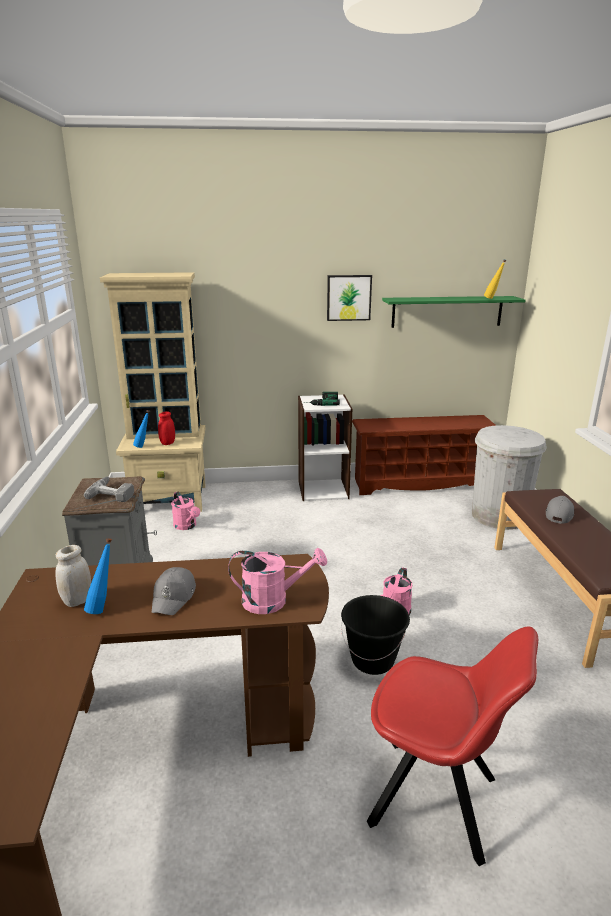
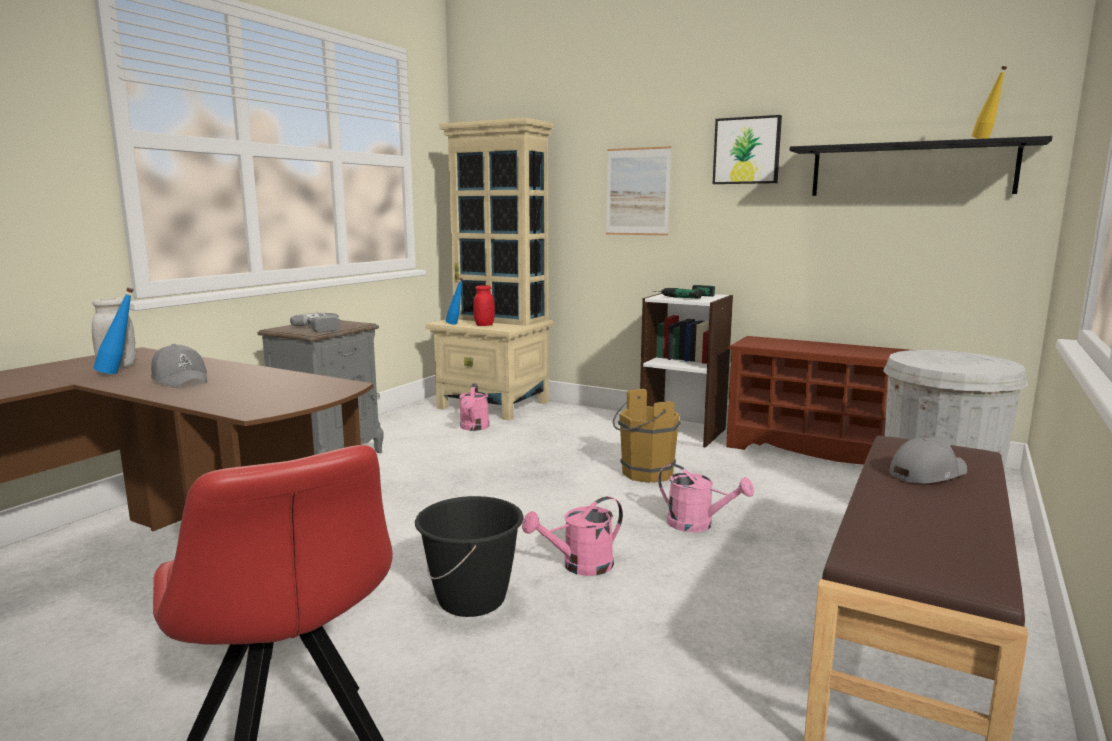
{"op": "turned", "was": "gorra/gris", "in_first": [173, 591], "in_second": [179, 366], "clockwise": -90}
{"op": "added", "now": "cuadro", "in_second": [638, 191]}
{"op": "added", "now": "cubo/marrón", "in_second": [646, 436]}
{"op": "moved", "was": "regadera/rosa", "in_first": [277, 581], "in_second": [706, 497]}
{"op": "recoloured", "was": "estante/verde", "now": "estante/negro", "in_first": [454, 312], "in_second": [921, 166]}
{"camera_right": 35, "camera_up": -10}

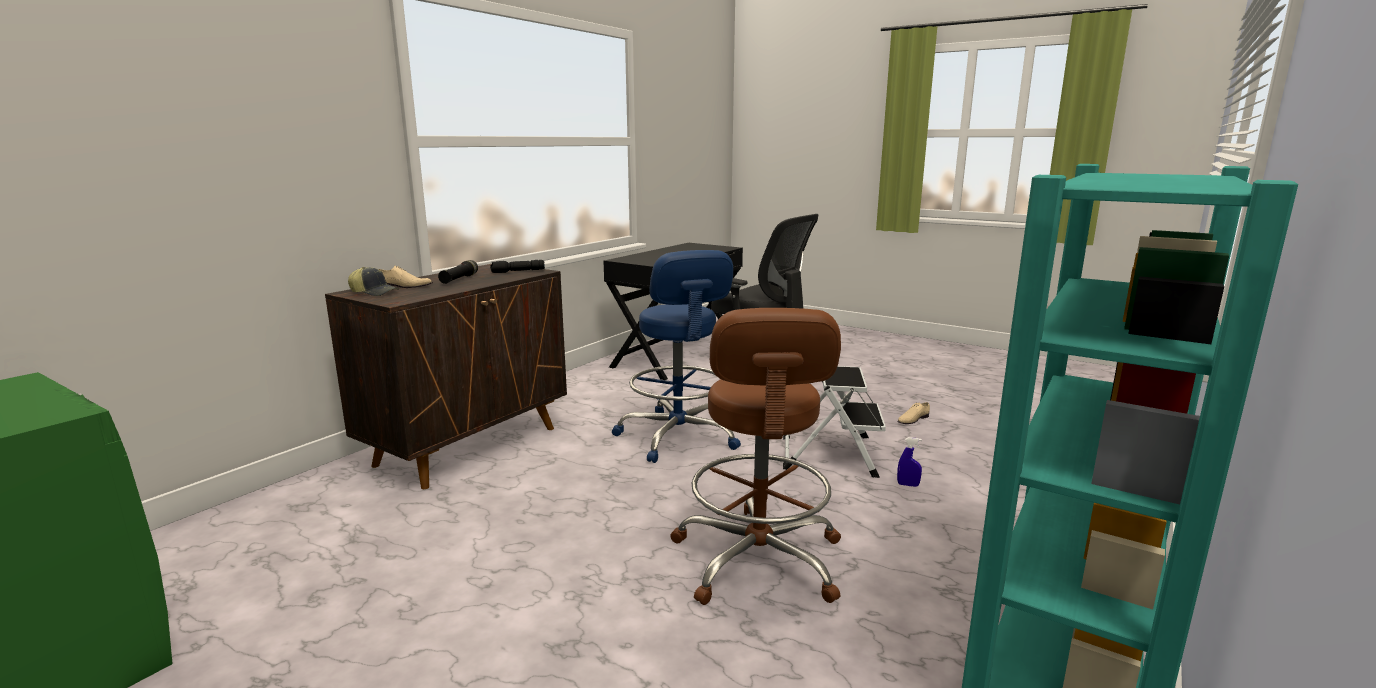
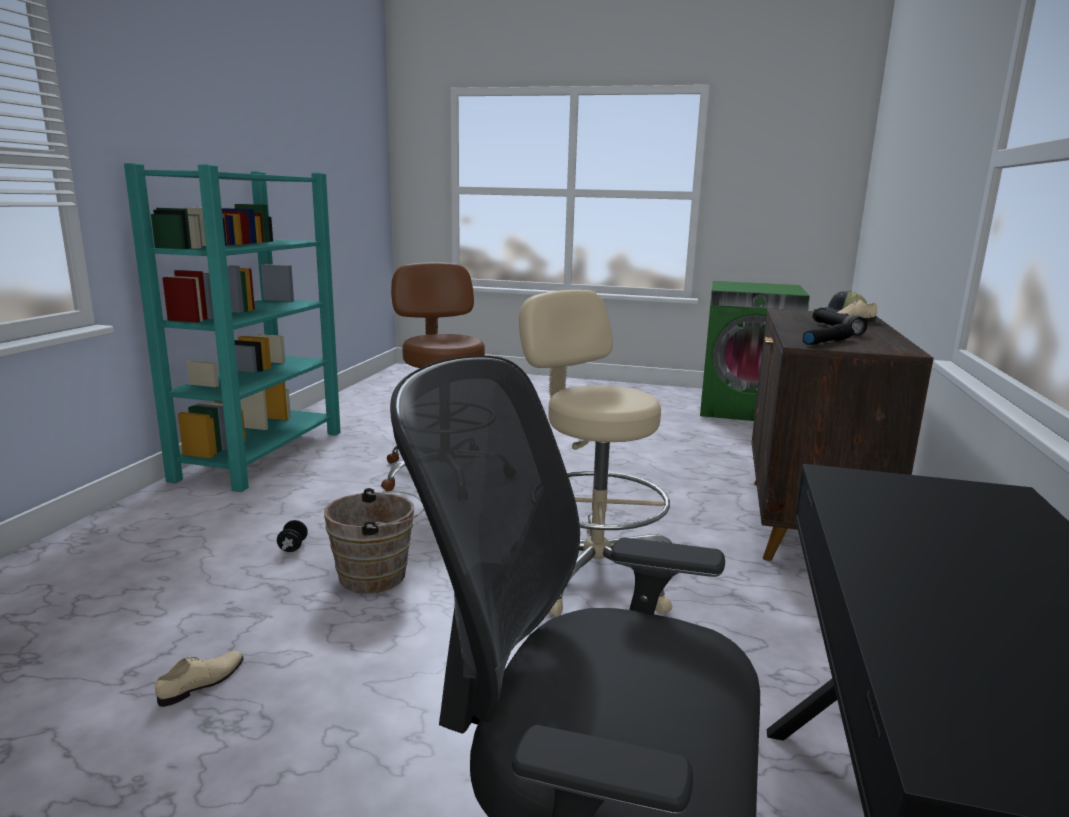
{"op": "replaced", "was": "pulverizador/azul", "now": "mancuerna/negro", "in_first": [909, 462], "in_second": [292, 536]}
{"op": "replaced", "was": "escalera de tijera", "now": "cubo/marrón", "in_first": [834, 422], "in_second": [374, 541]}
{"op": "recoloured", "was": "taburete/azul", "now": "taburete/beis", "in_first": [676, 356], "in_second": [595, 453]}
{"camera_right": 160, "camera_up": 0}

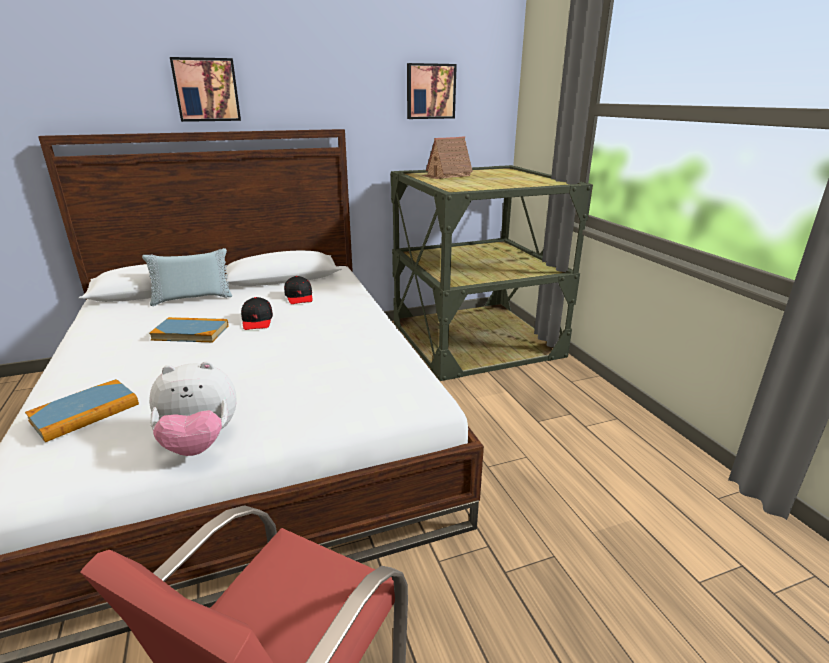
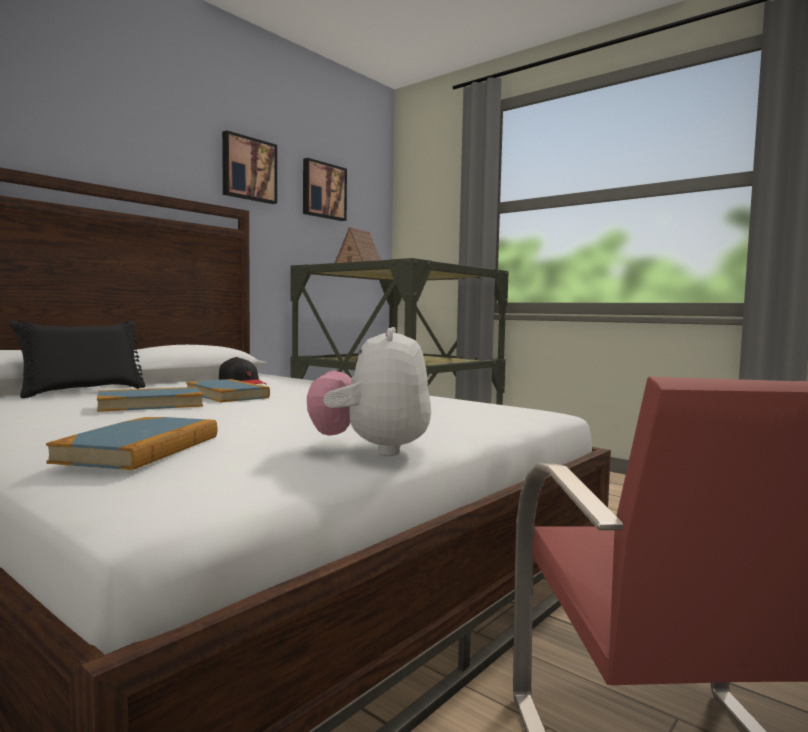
{"op": "recoloured", "was": "cojín/azul", "now": "cojín/negro", "in_first": [187, 277], "in_second": [77, 359]}
{"op": "replaced", "was": "gorra/negro", "now": "libro", "in_first": [257, 313], "in_second": [228, 390]}
{"op": "moved", "was": "cuadro", "in_first": [205, 89], "in_second": [249, 167]}
{"op": "turned", "was": "peluche", "in_first": [193, 408], "in_second": [369, 391], "clockwise": 135}
{"camera_right": -30, "camera_up": -20}

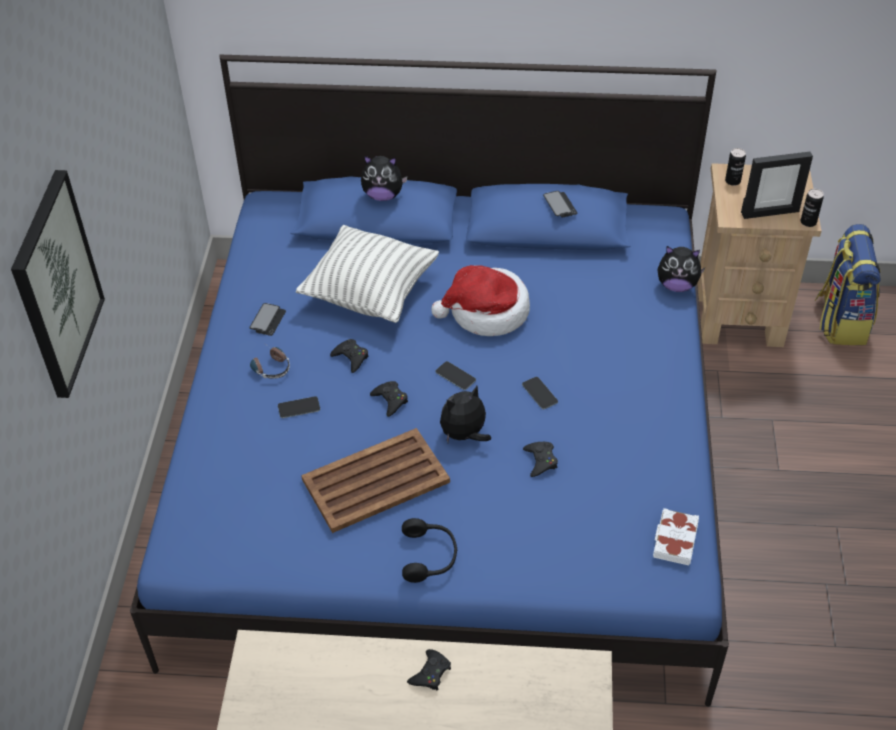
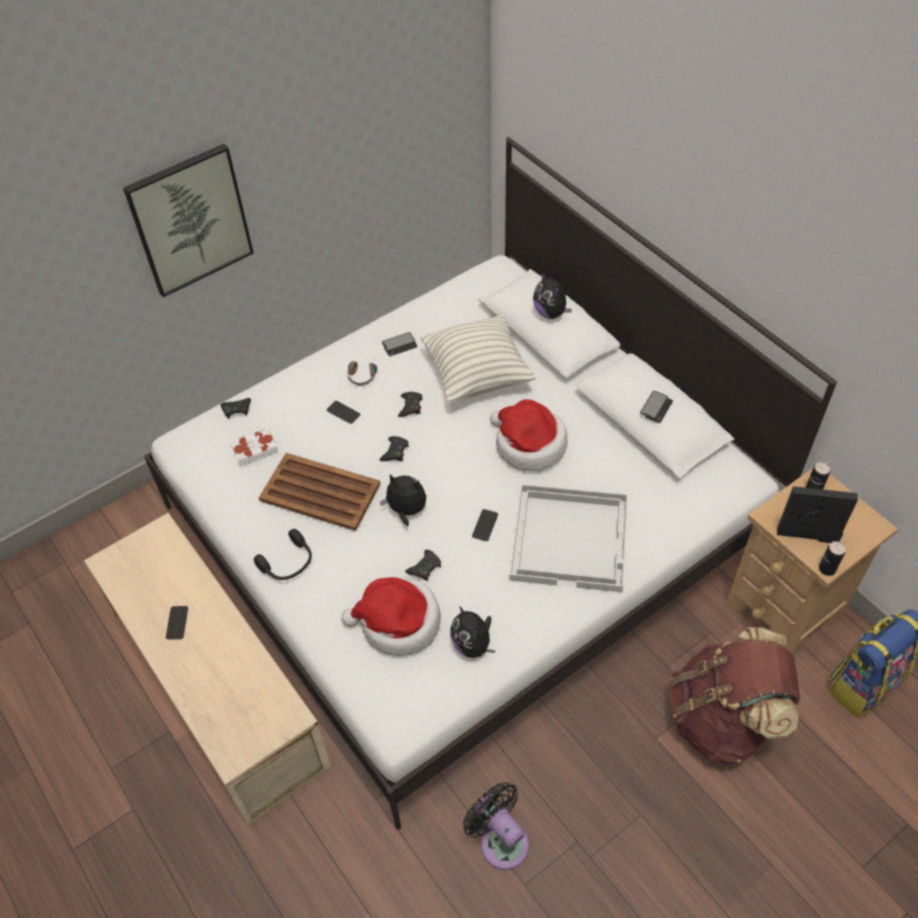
{"op": "recoloured", "was": "cama/azul", "now": "cama/blanco", "in_first": [429, 381], "in_second": [490, 483]}
{"op": "moved", "was": "móvil", "in_first": [456, 375], "in_second": [177, 623]}
{"op": "moved", "was": "mando de consola/negro", "in_first": [429, 670], "in_second": [236, 408]}
{"op": "moved", "was": "libro/blanco", "in_first": [676, 537], "in_second": [254, 447]}
{"op": "added", "now": "sombrero", "in_second": [391, 616]}
{"op": "moved", "was": "peluche", "in_first": [681, 269], "in_second": [472, 632]}
{"op": "added", "now": "ventilador/negro", "in_second": [496, 826]}
{"op": "added", "now": "bandeja/blanco", "in_second": [568, 538]}
{"op": "added", "now": "mochila/marrón", "in_second": [735, 695]}
{"op": "turned", "was": "portarretratos", "in_first": [777, 185], "in_second": [817, 514], "clockwise": 150}
{"camera_right": 50, "camera_up": 5}

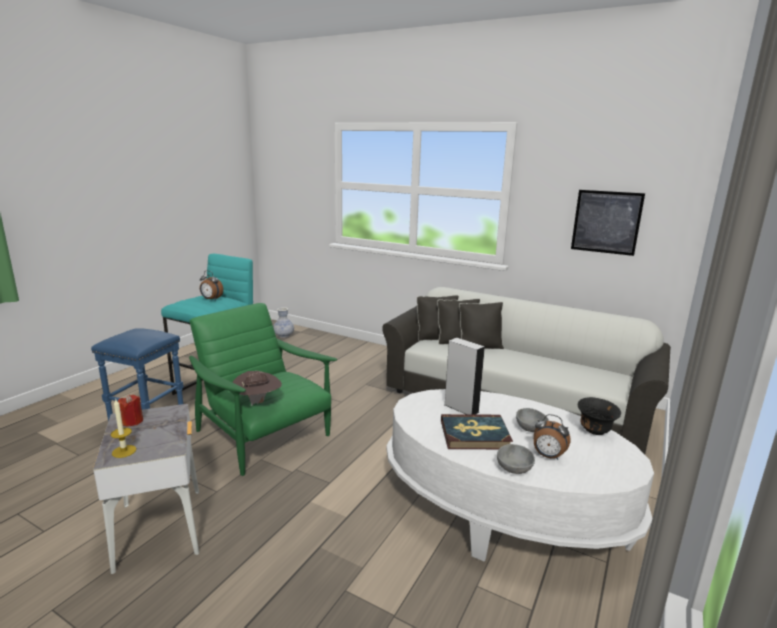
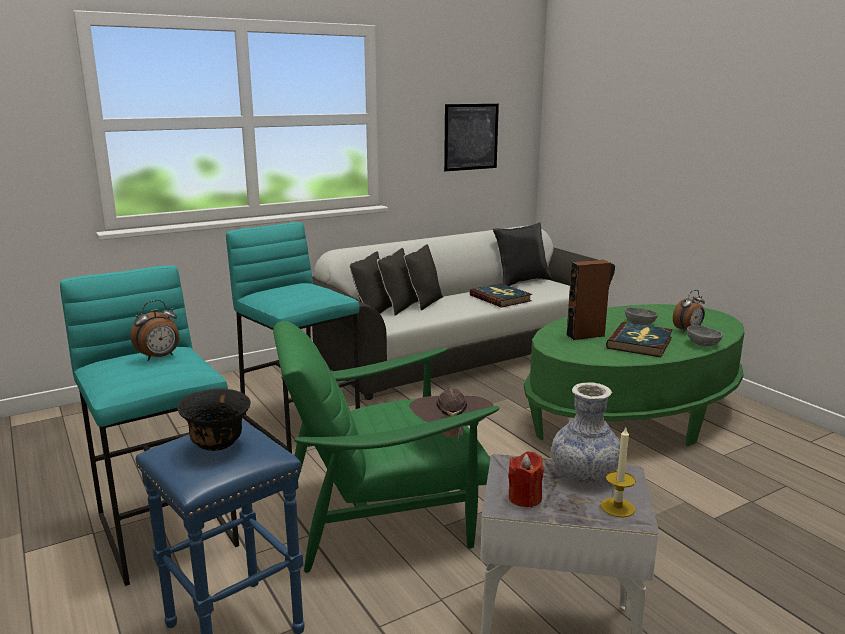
{"op": "moved", "was": "cuenco/negro", "in_first": [599, 416], "in_second": [214, 419]}
{"op": "added", "now": "taburete/turquesa", "in_second": [293, 338]}
{"op": "added", "now": "libro", "in_second": [500, 295]}
{"op": "added", "now": "cojín/negro", "in_second": [522, 254]}
{"op": "recoloured", "was": "mesa de centro/blanco", "now": "mesa de centro/verde", "in_first": [520, 475], "in_second": [634, 375]}
{"op": "moved", "was": "florero", "in_first": [283, 322], "in_second": [586, 433]}
{"op": "recoloured", "was": "altavoz/gris", "now": "altavoz/marrón", "in_first": [465, 376], "in_second": [588, 300]}
{"camera_right": -60, "camera_up": 0}

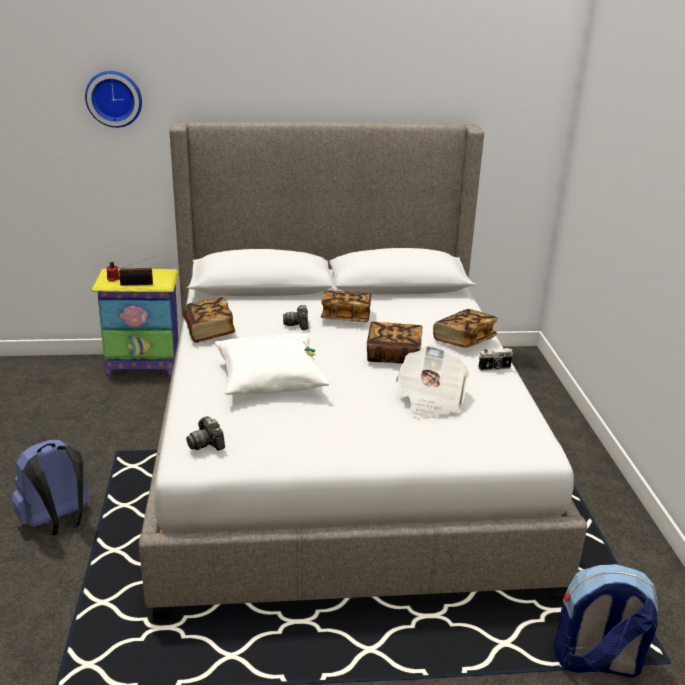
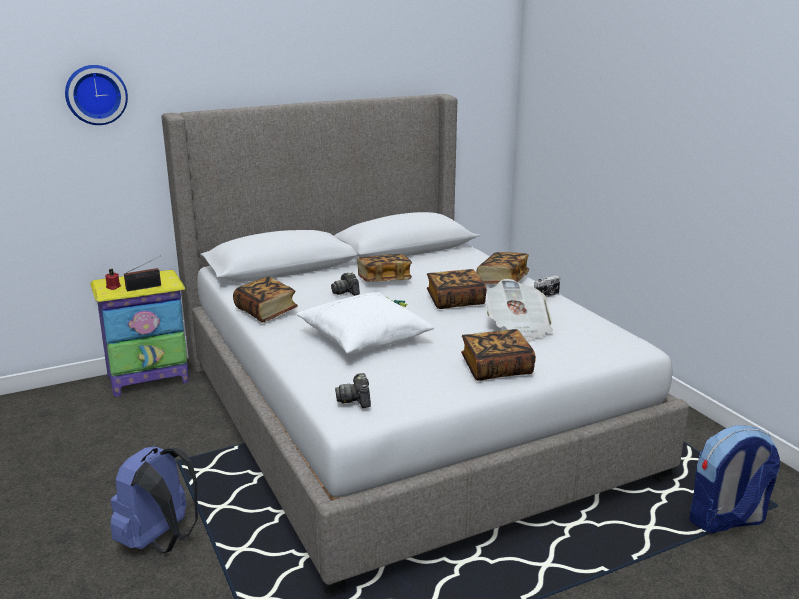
{"op": "turned", "was": "cámara", "in_first": [205, 433], "in_second": [353, 390], "clockwise": 45}
{"op": "added", "now": "libro", "in_second": [498, 355]}
{"camera_right": -20, "camera_up": -5}

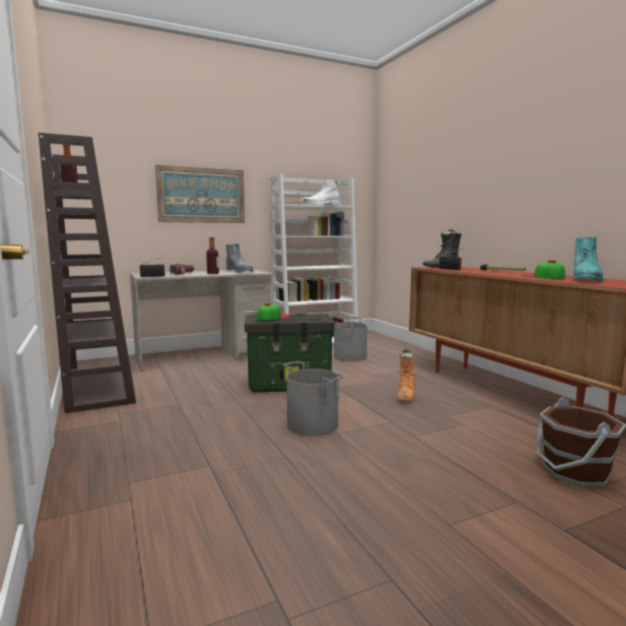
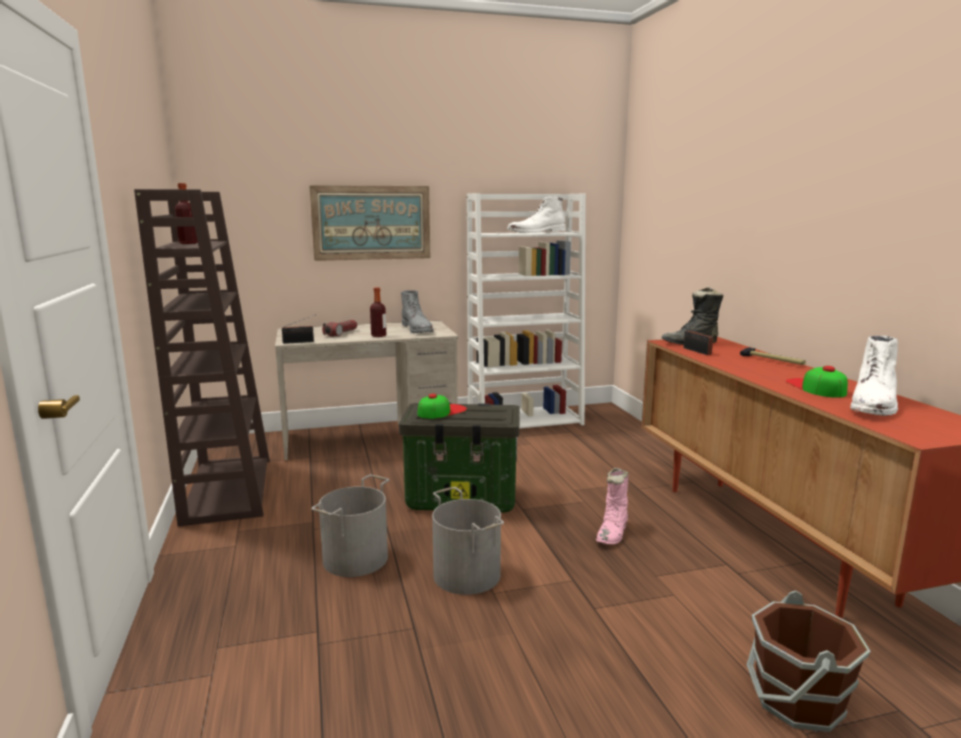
{"op": "moved", "was": "cubo/gris", "in_first": [350, 339], "in_second": [350, 526]}
{"op": "recoloured", "was": "bota/naranja", "now": "bota/rosa", "in_first": [406, 375], "in_second": [612, 506]}
{"op": "recoloured", "was": "bota/turquesa", "now": "bota/blanco", "in_first": [588, 259], "in_second": [874, 376]}
{"camera_right": 10, "camera_up": 5}

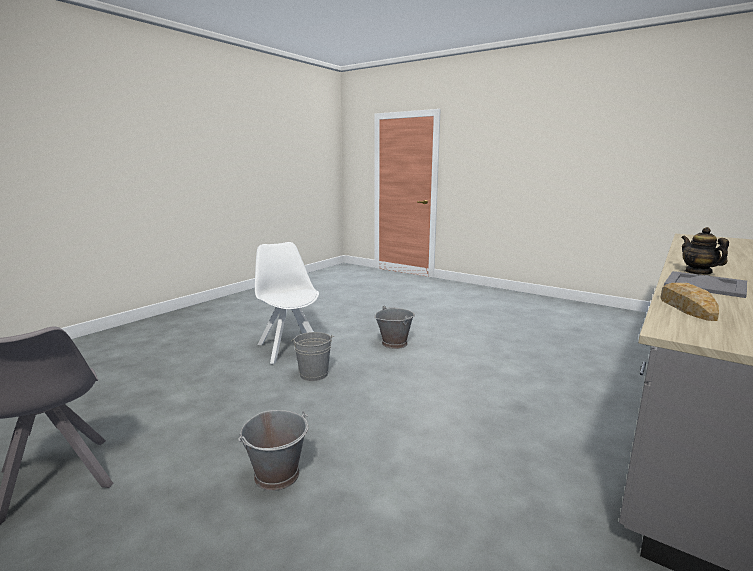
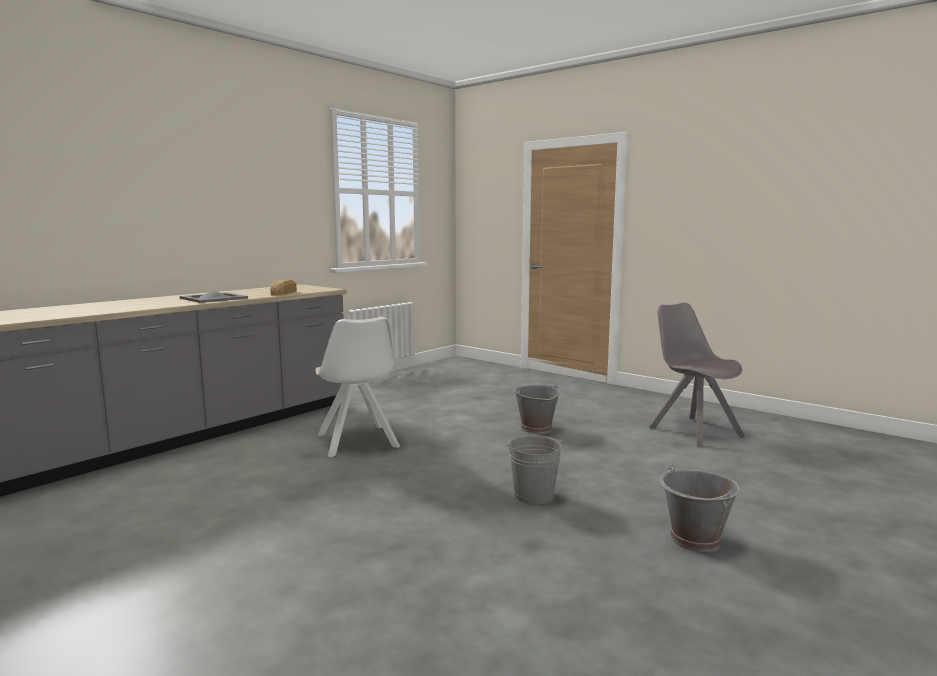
{"op": "moved", "was": "silla/blanco", "in_first": [287, 303], "in_second": [358, 387]}
{"op": "moved", "was": "cubo/gris", "in_first": [395, 327], "in_second": [699, 508]}
{"op": "removed", "was": "tetera", "in_first": [705, 251]}
{"camera_right": -175, "camera_up": -5}

